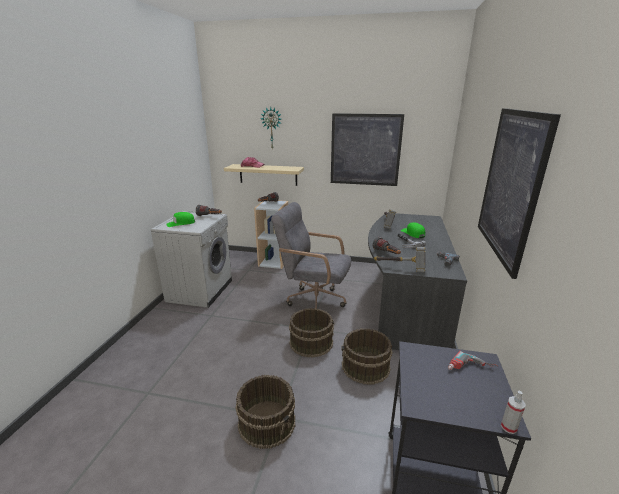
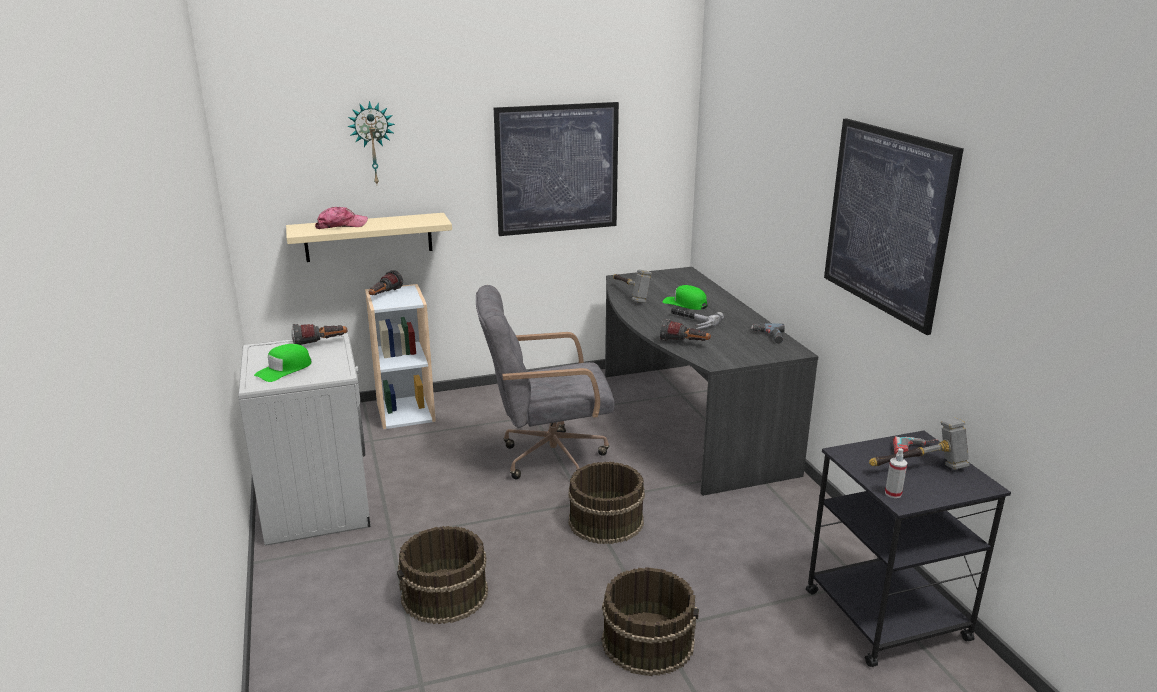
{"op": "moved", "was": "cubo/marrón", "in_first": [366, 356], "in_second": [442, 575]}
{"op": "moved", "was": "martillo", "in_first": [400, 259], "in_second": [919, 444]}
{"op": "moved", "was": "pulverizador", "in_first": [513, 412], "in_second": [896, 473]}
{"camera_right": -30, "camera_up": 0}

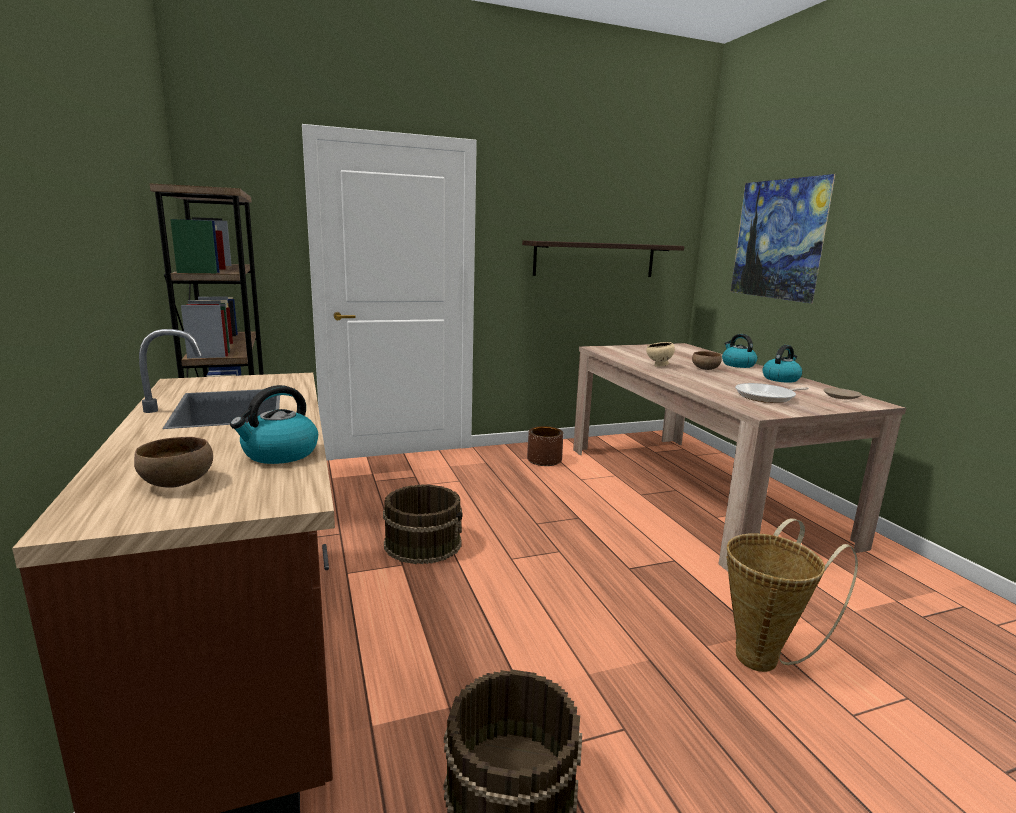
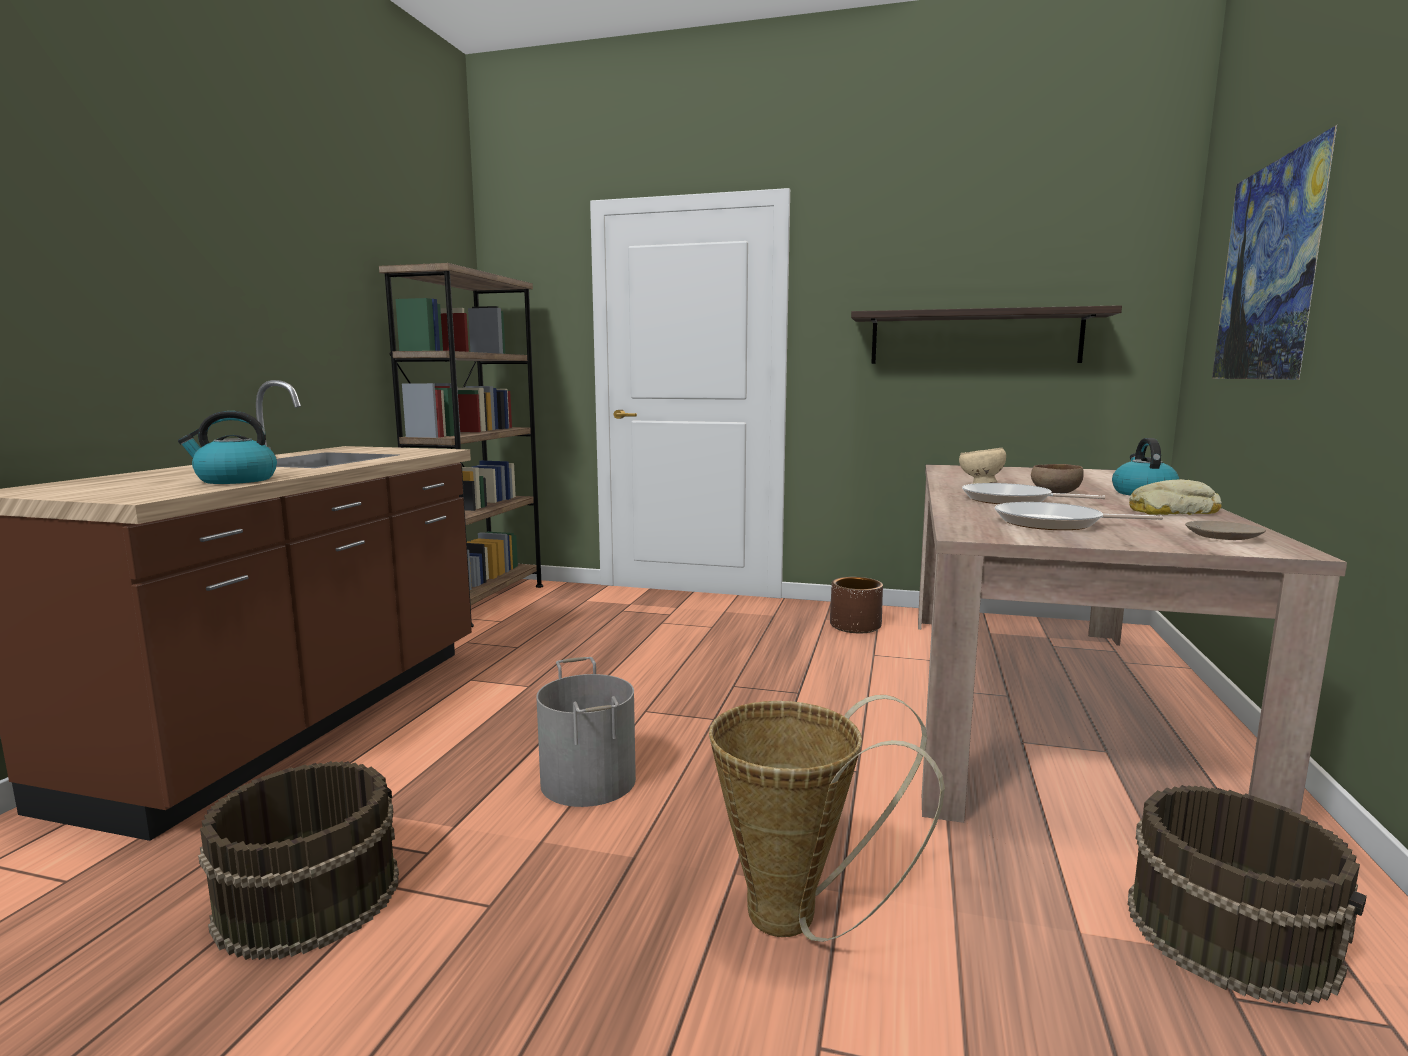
{"op": "added", "now": "cubo/gris", "in_second": [586, 732]}
{"op": "added", "now": "sartén", "in_second": [1033, 493]}
{"op": "moved", "was": "cubo/marrón", "in_first": [423, 524], "in_second": [1247, 895]}
{"op": "replaced", "was": "hervidor", "now": "pan", "in_first": [782, 364], "in_second": [1175, 497]}
{"op": "removed", "was": "cuenco/marrón", "in_first": [173, 462]}
{"camera_right": 35, "camera_up": -5}

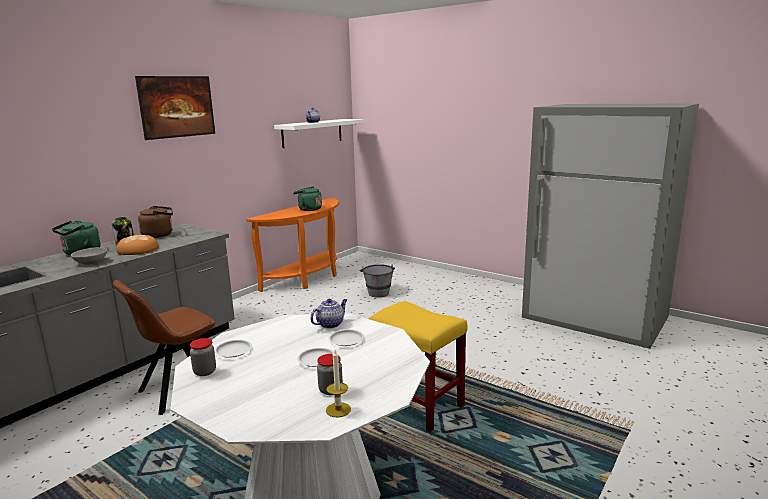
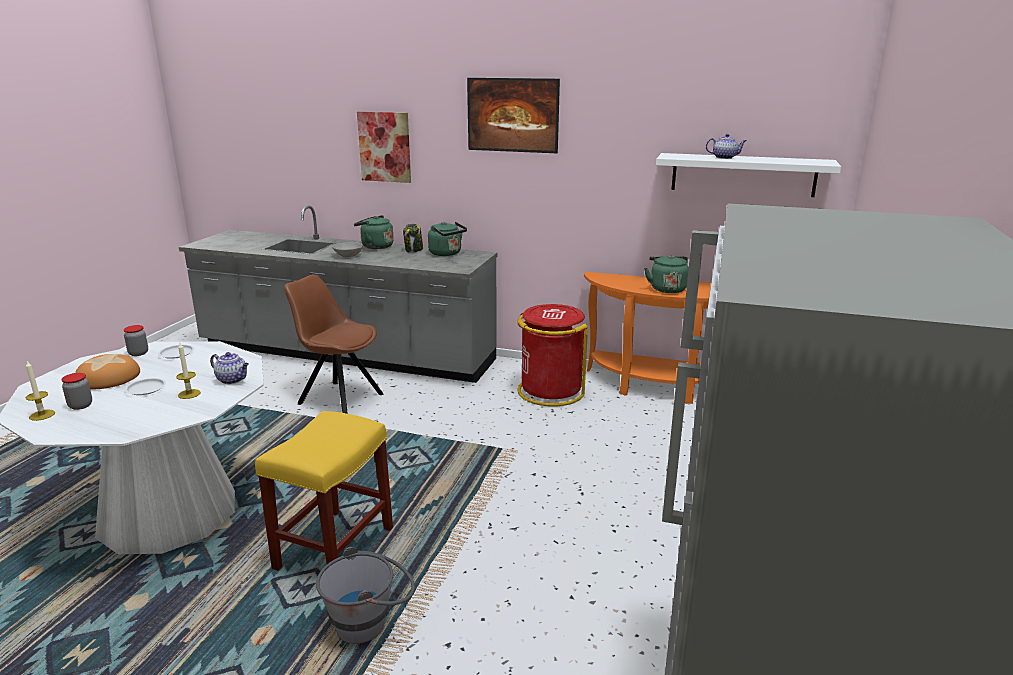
{"op": "moved", "was": "pan", "in_first": [137, 245], "in_second": [107, 371]}
{"op": "replaced", "was": "plato/blanco", "now": "vela", "in_first": [346, 337], "in_second": [188, 371]}
{"op": "moved", "was": "cubo/gris", "in_first": [377, 281], "in_second": [365, 595]}
{"op": "added", "now": "cuadro", "in_second": [384, 147]}
{"op": "recoloured", "was": "hervidor/marrón", "now": "hervidor/verde", "in_first": [155, 222], "in_second": [447, 239]}
{"op": "added", "now": "papelera/rojo", "in_second": [552, 355]}
{"camera_right": 70, "camera_up": 5}

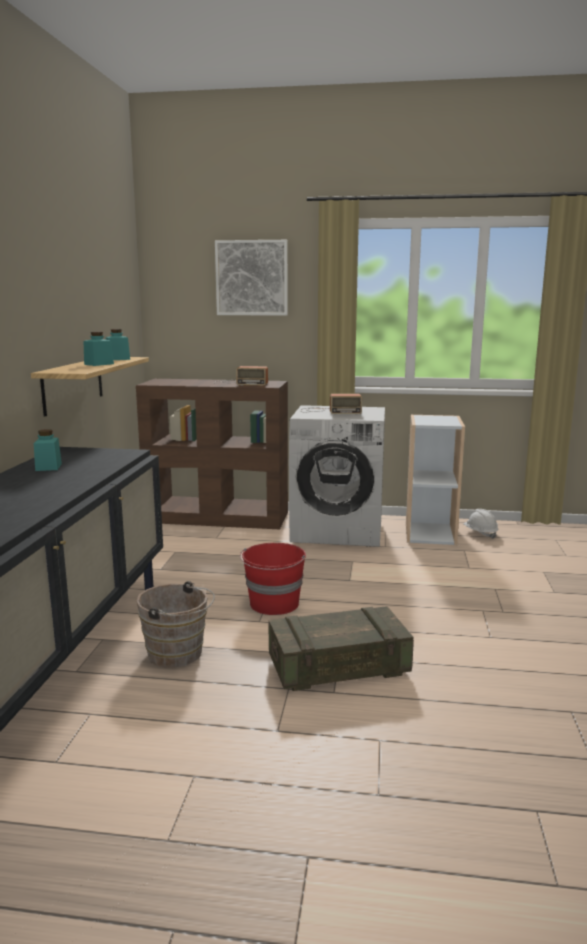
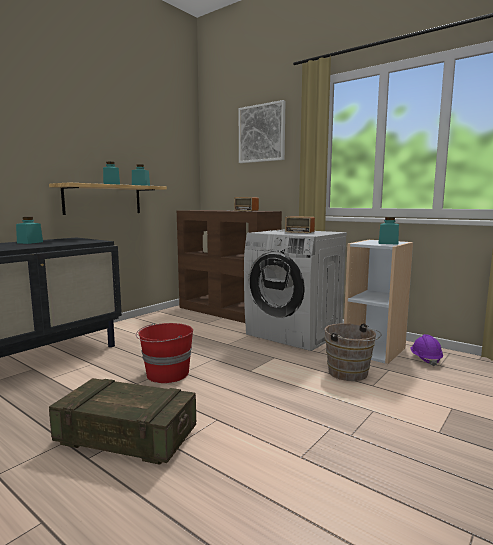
{"op": "moved", "was": "cubo/marrón", "in_first": [175, 624], "in_second": [353, 352]}
{"op": "added", "now": "tarro/turquesa", "in_second": [388, 231]}
{"op": "recoloured", "was": "casco/blanco", "now": "casco/morado", "in_first": [480, 524], "in_second": [426, 350]}
{"camera_right": 30, "camera_up": -5}

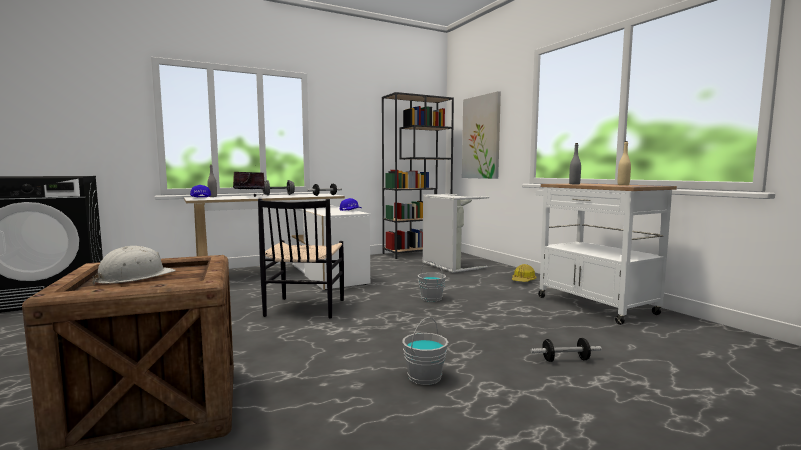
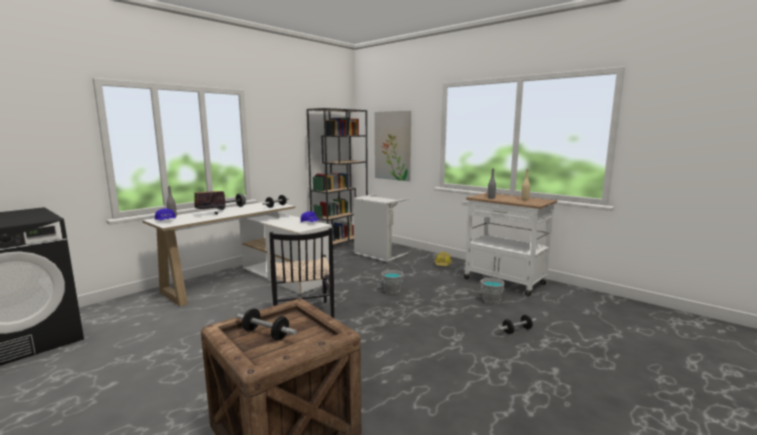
{"op": "replaced", "was": "casco/blanco", "now": "mancuerna", "in_first": [134, 265], "in_second": [266, 324]}
{"op": "moved", "was": "cubo/gris", "in_first": [425, 351], "in_second": [493, 287]}
{"camera_right": -20, "camera_up": 5}

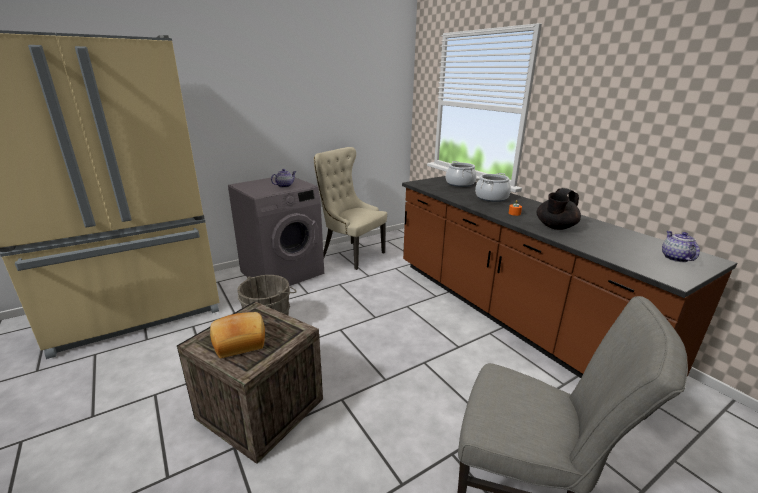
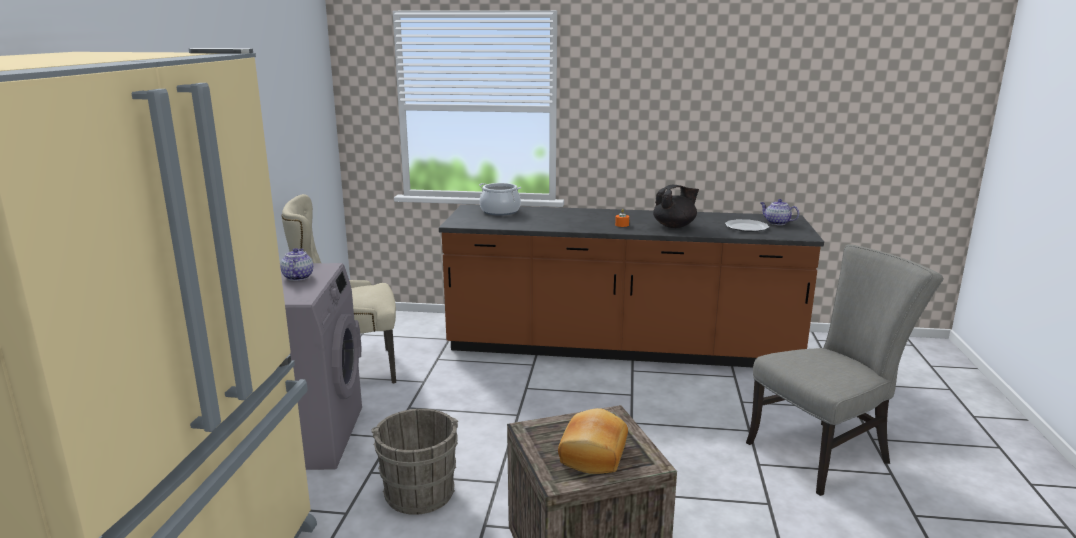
{"op": "turned", "was": "tetera/negro", "in_first": [558, 209], "in_second": [676, 206], "clockwise": -105}
{"op": "added", "now": "plato", "in_second": [747, 225]}
{"op": "removed", "was": "olla", "in_first": [493, 187]}
{"camera_right": -50, "camera_up": -5}

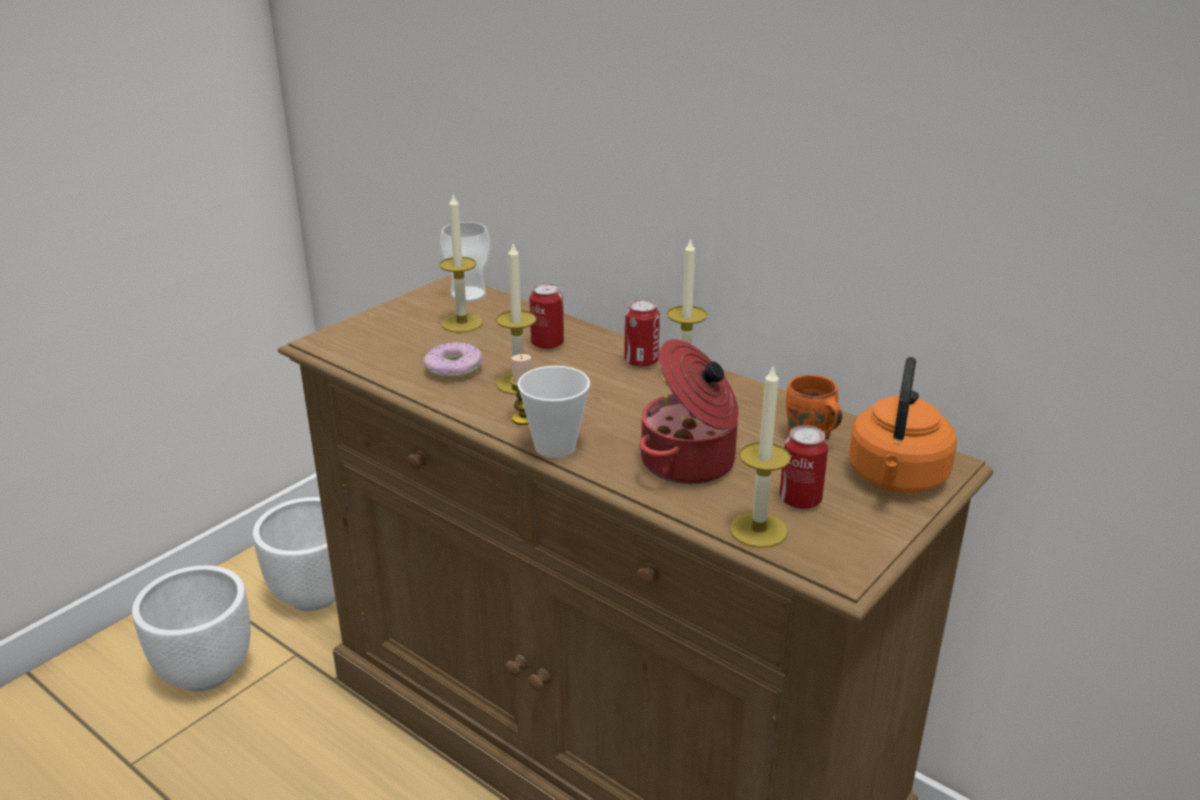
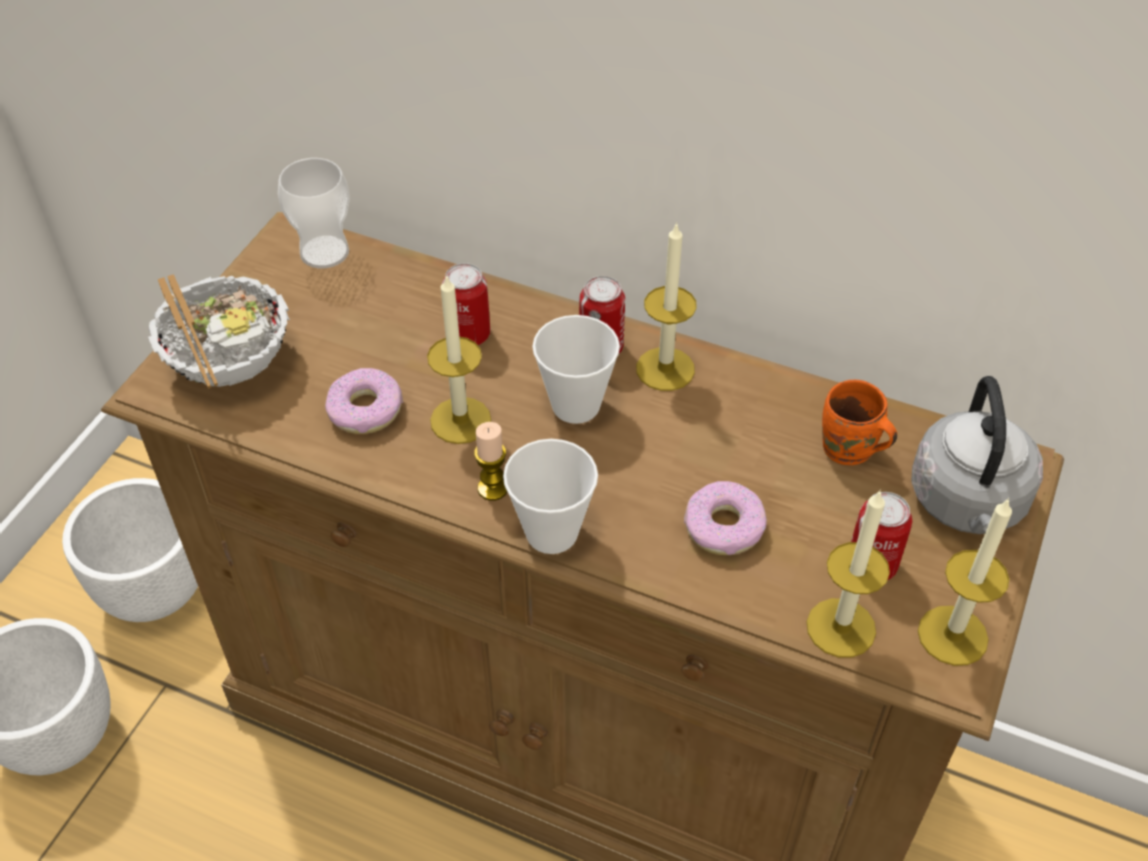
{"op": "added", "now": "cuenco", "in_second": [219, 331]}
{"op": "added", "now": "taza", "in_second": [576, 369]}
{"op": "replaced", "was": "olla", "now": "rosquilla", "in_first": [688, 411], "in_second": [725, 518]}
{"op": "recoloured", "was": "hervidor/naranja", "now": "hervidor/gris", "in_first": [903, 425], "in_second": [977, 455]}
{"op": "moved", "was": "vela", "in_first": [461, 263], "in_second": [965, 582]}
{"camera_right": -15, "camera_up": 20}

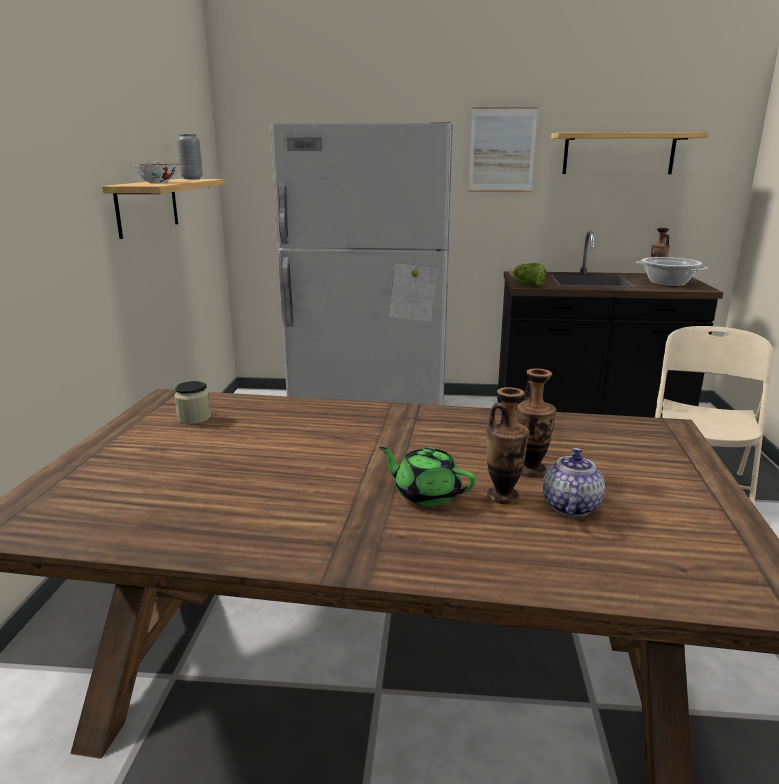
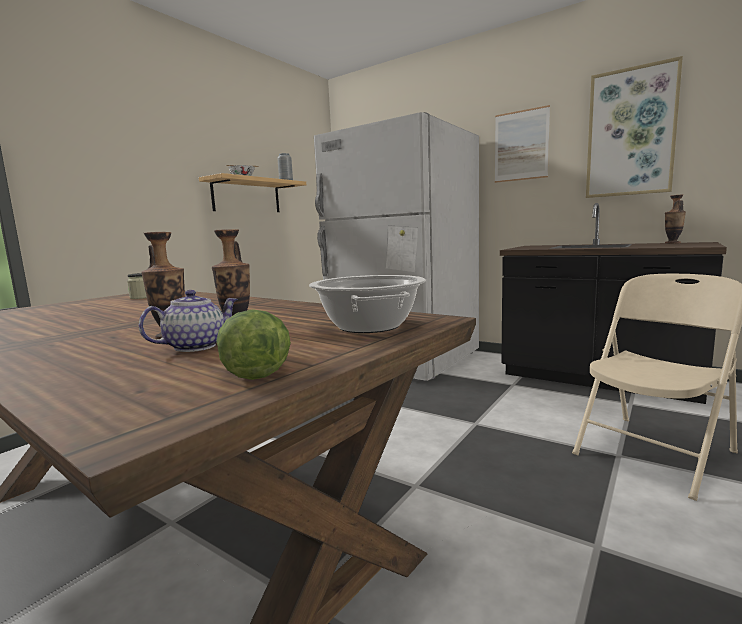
{"op": "moved", "was": "lechuga", "in_first": [527, 274], "in_second": [253, 344]}
{"op": "moved", "was": "olla", "in_first": [672, 272], "in_second": [367, 304]}
{"op": "replaced", "was": "estante", "now": "cuadro", "in_first": [629, 153], "in_second": [634, 127]}
{"op": "removed", "was": "tetera/verde", "in_first": [427, 476]}
{"camera_right": 30, "camera_up": -10}

